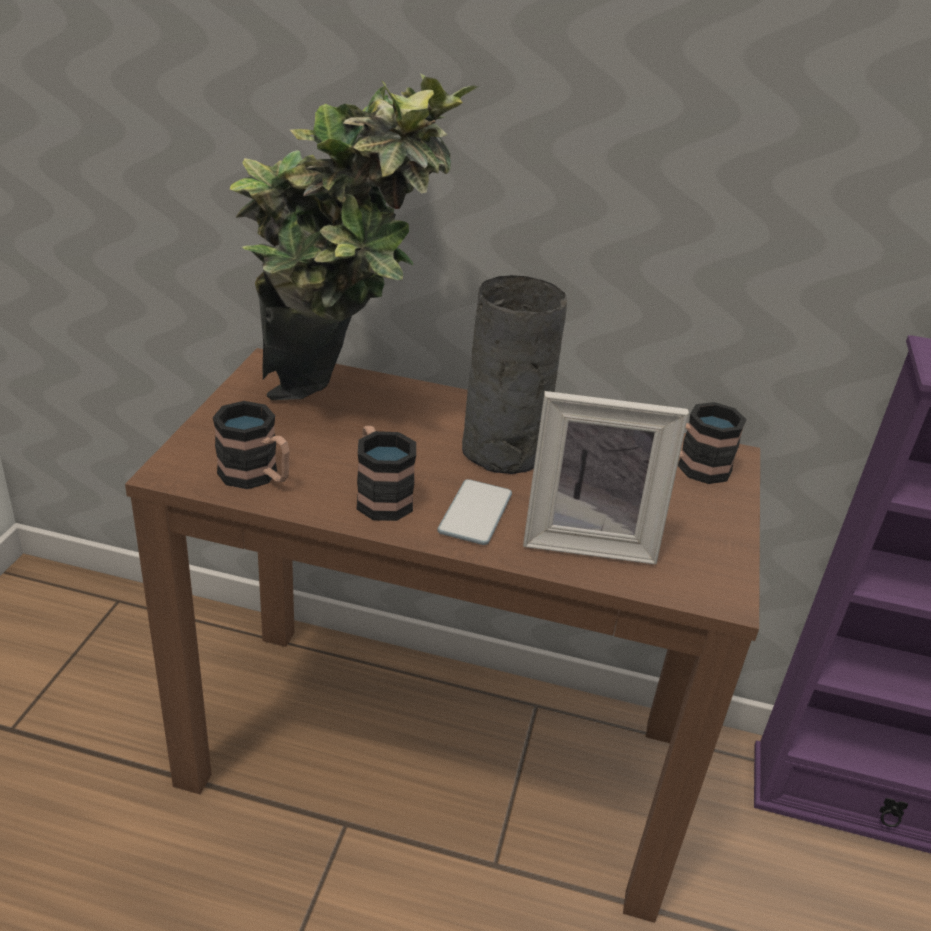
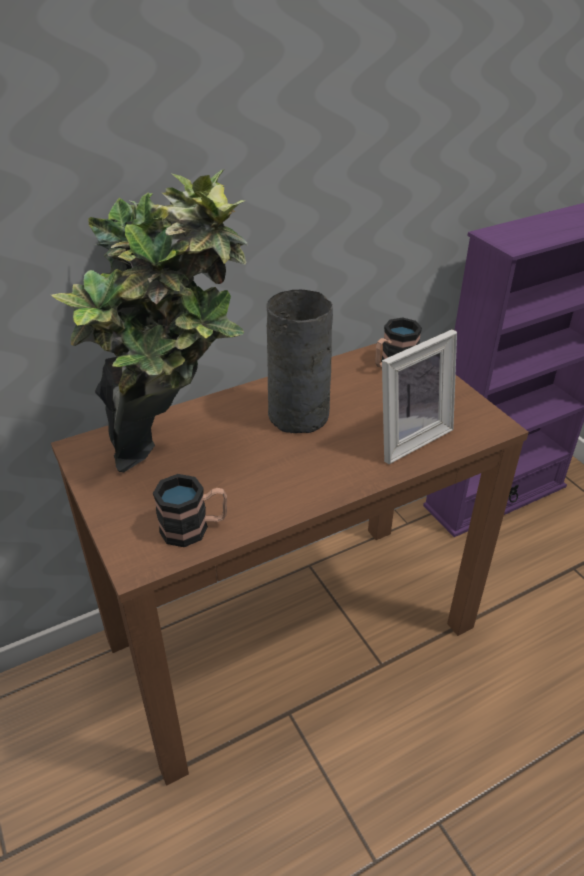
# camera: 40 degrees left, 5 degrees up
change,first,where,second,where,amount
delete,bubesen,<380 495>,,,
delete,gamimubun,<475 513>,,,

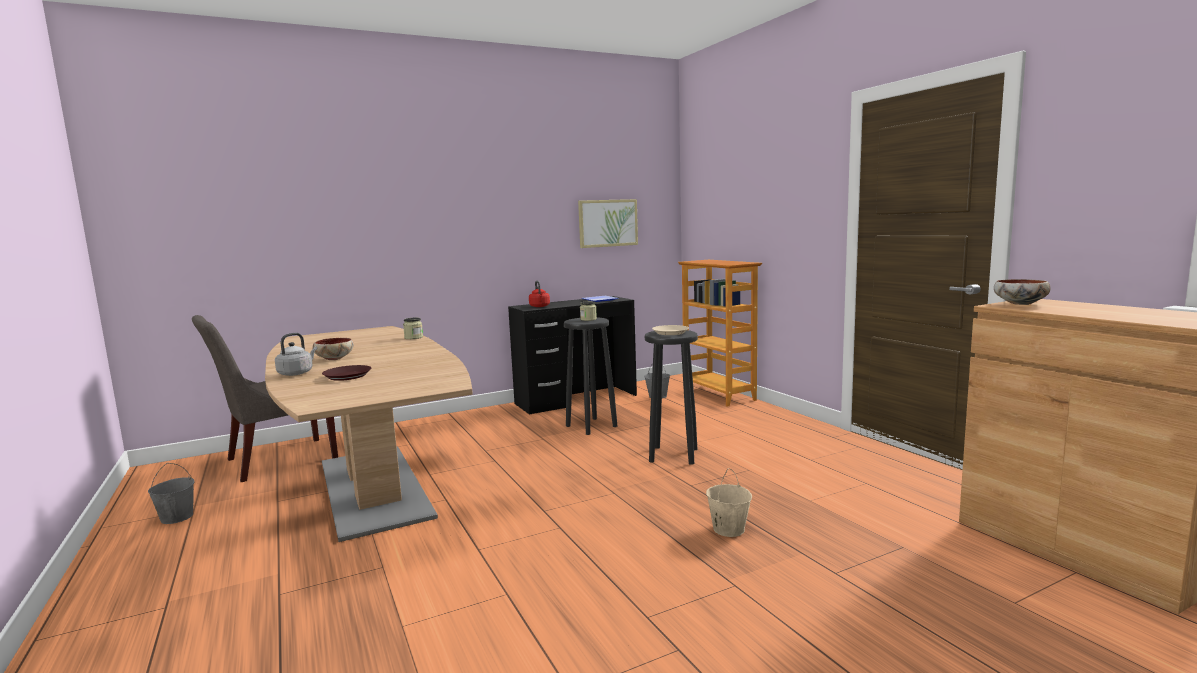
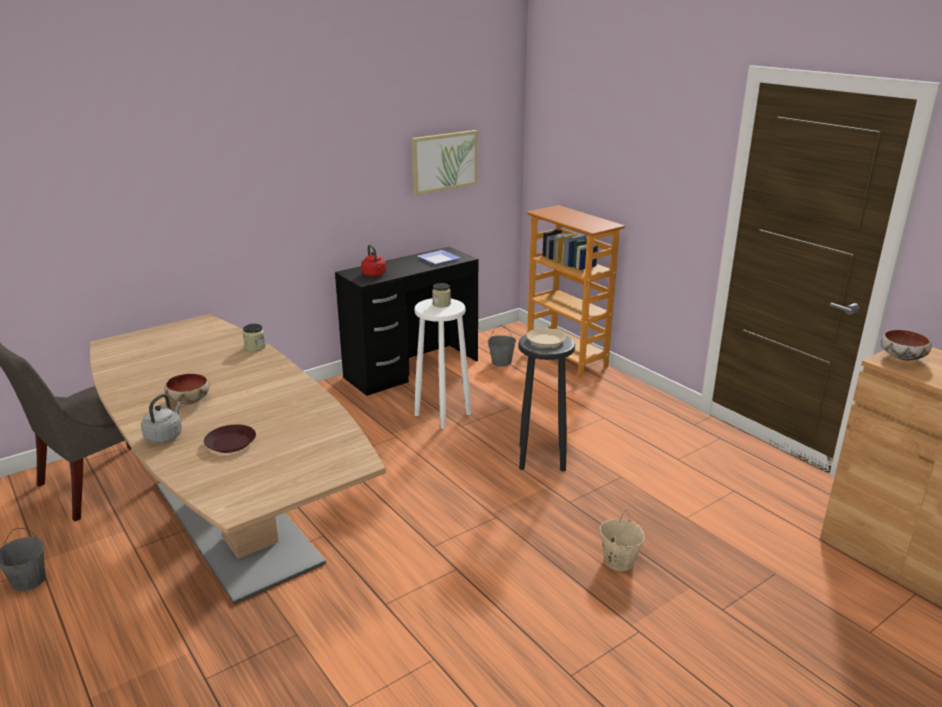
# camera: 10 degrees left, 15 degrees up
change,first,where,second,where,amount
recolor,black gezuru,<590 426>,white gezuru,<442 414>,

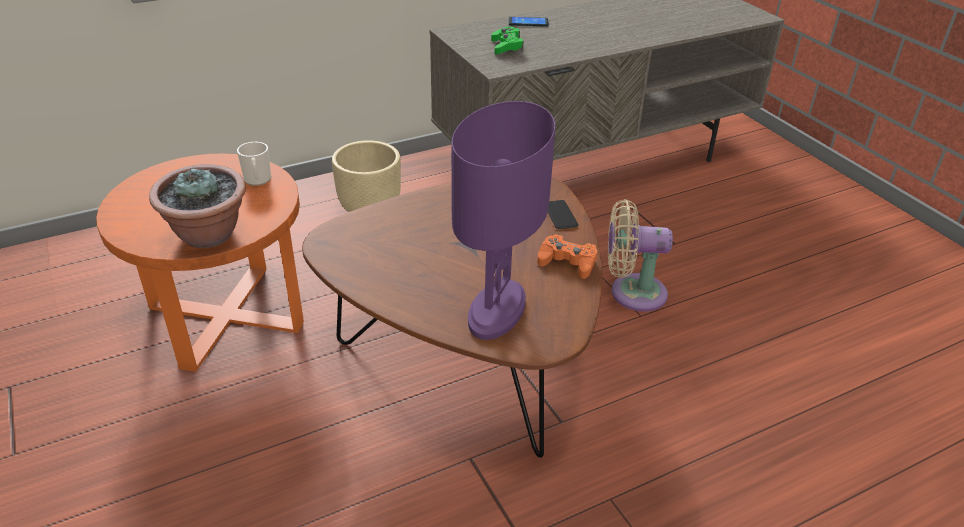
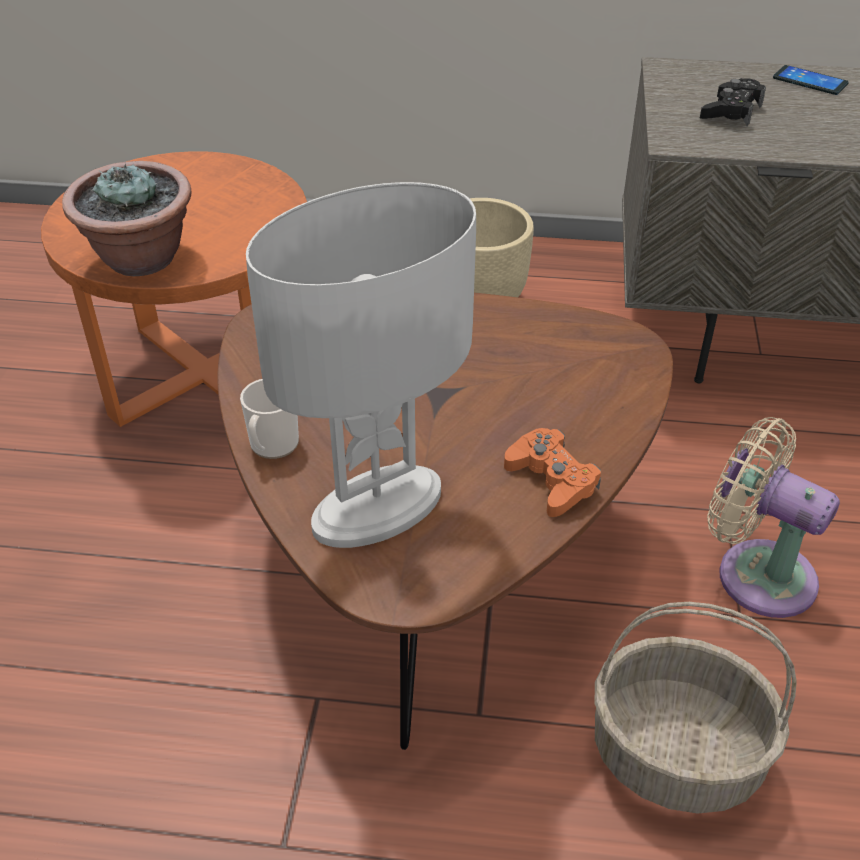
# camera: 35 degrees right, 5 degrees up
change,first,where,second,where,amount
move,bubesen,<257 180>,,<271 446>,
recolor,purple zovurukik,<496 310>,white zovurukik,<377 507>,
recolor,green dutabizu,<506 47>,black dutabizu,<731 111>,
delete,gamimubun,<560 215>,,,
insert,,,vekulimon,<677 754>,

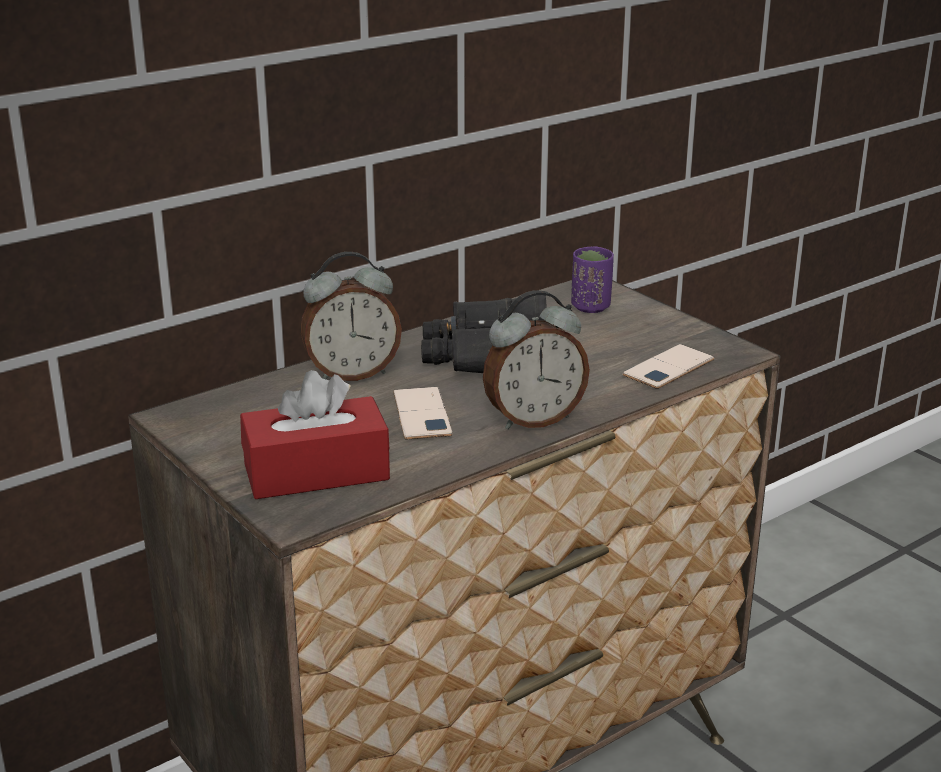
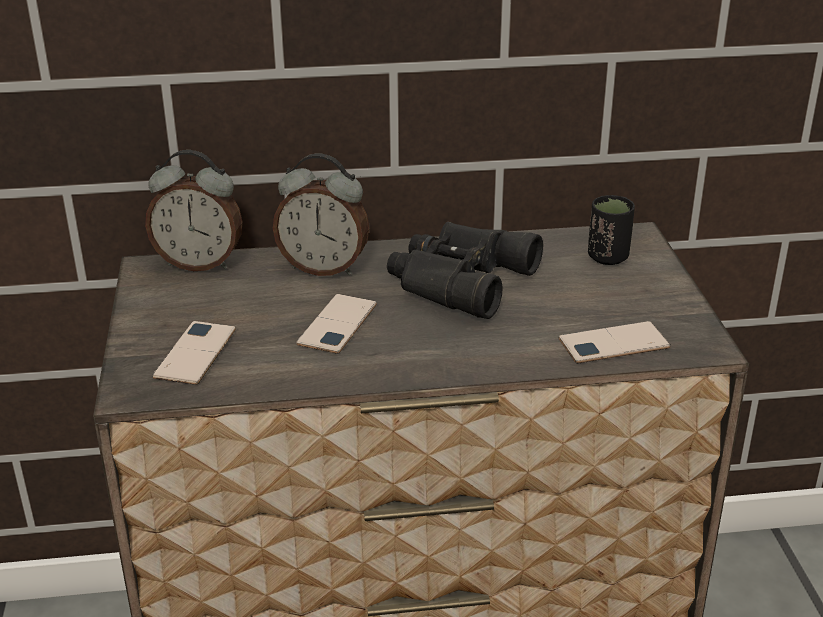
# camera: 30 degrees right, 5 degrees up
change,first,where,second,where,amount
replace,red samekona,<316 472>,gamimubun,<195 353>,
move,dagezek,<533 419>,,<200 263>,
recolor,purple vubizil,<590 307>,black vubizil,<608 257>,

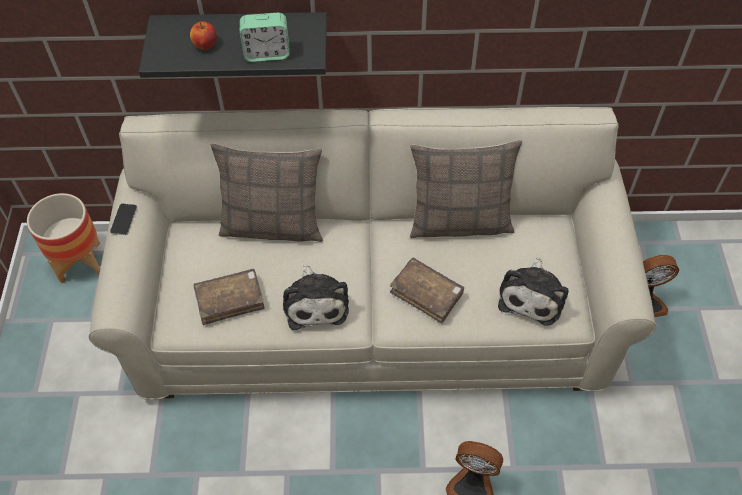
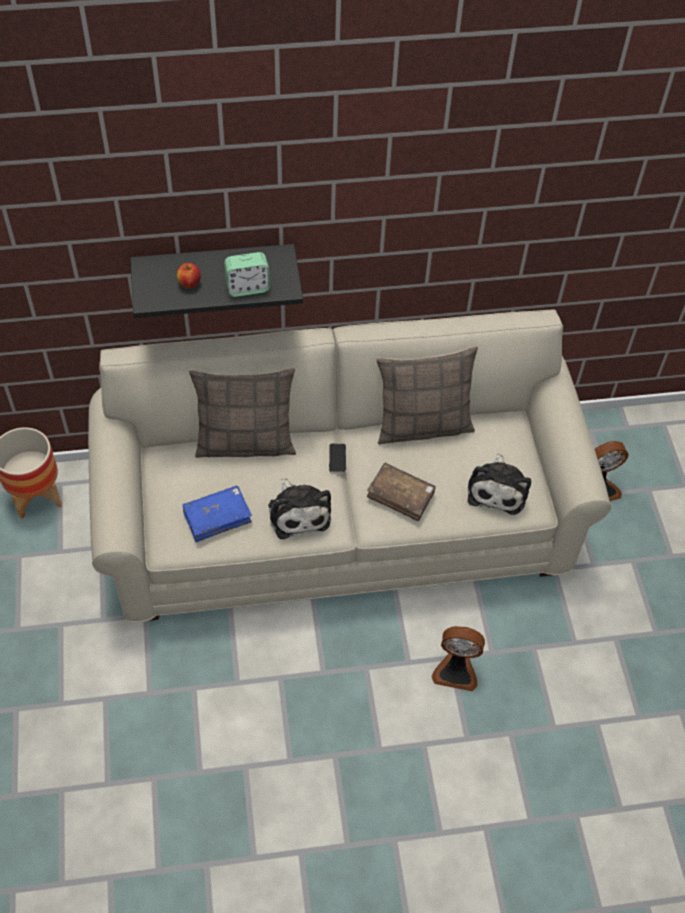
# camera: 10 degrees left, 0 degrees up
change,first,where,second,where,amount
move,gamimubun,<124 219>,,<337 458>,
recolor,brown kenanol,<230 300>,blue kenanol,<217 517>,

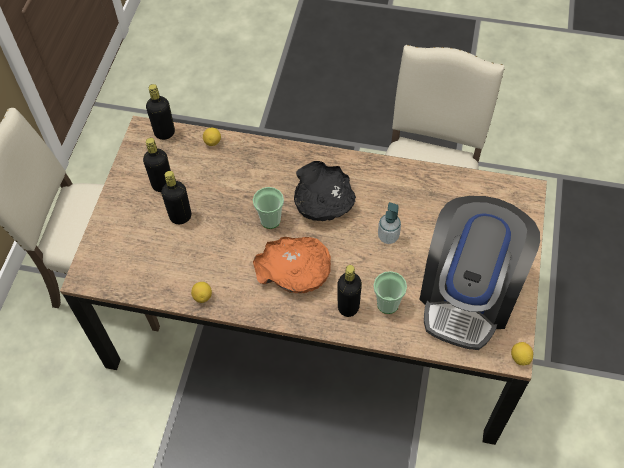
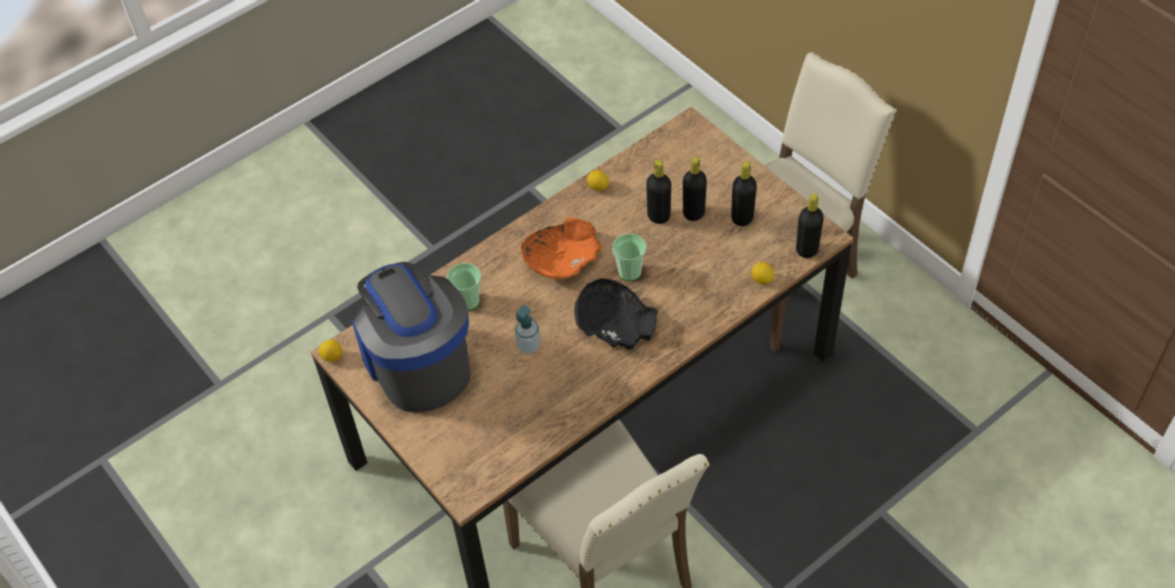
# camera: 130 degrees right, 5 degrees down
change,first,where,second,where,amount
move,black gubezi,<348 307>,,<658 216>,

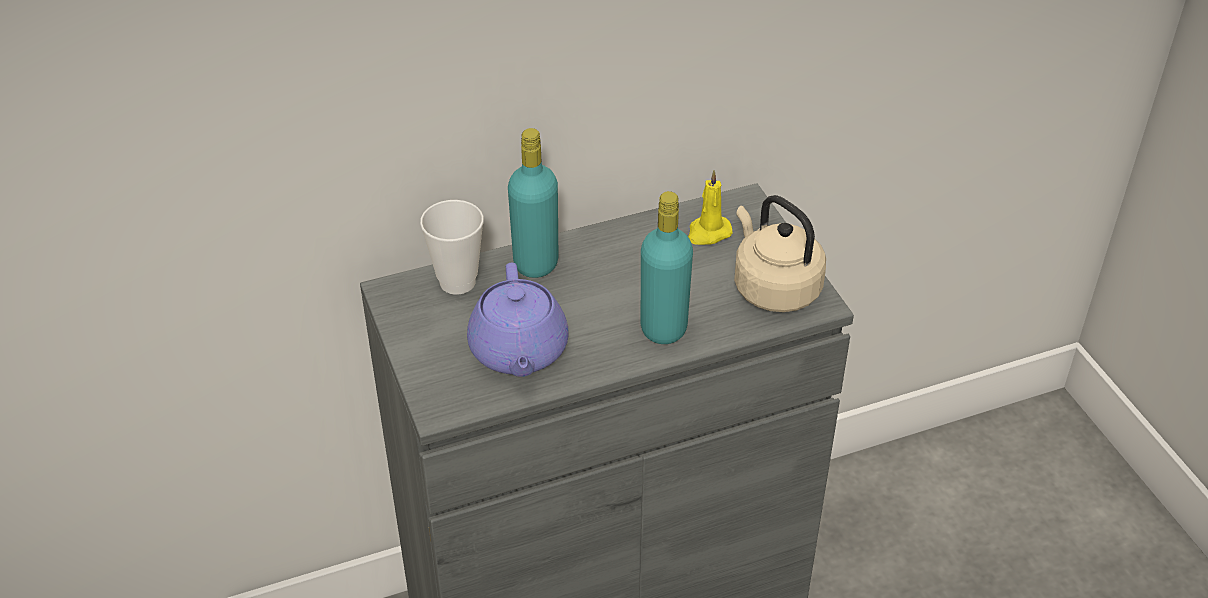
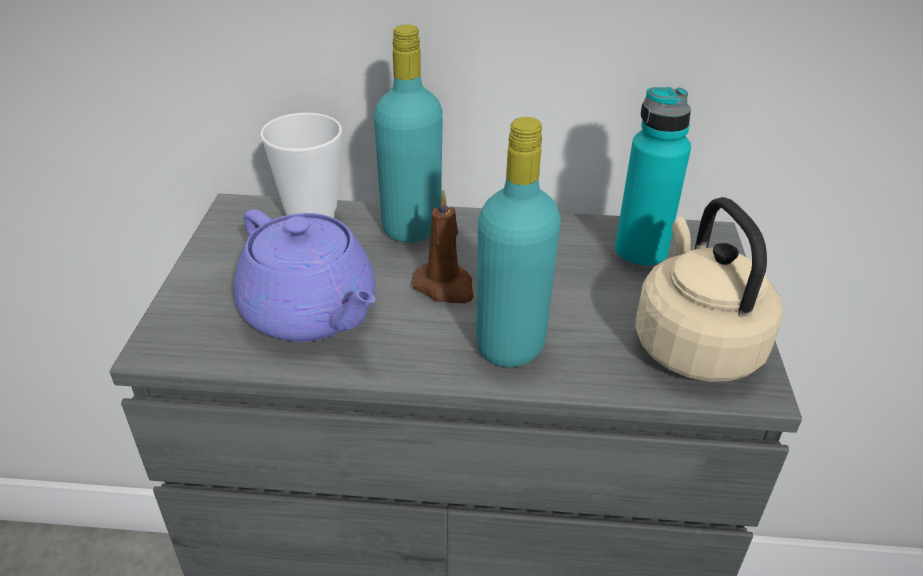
# camera: 25 degrees right, 5 degrees down
change,first,where,second,where,amount
rotate,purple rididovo,<518 352>,,<311 313>,60 degrees counterclockwise
replace,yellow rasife,<708 233>,turquoise gubezi,<640 255>,
insert,,,brown rasife,<445 286>,

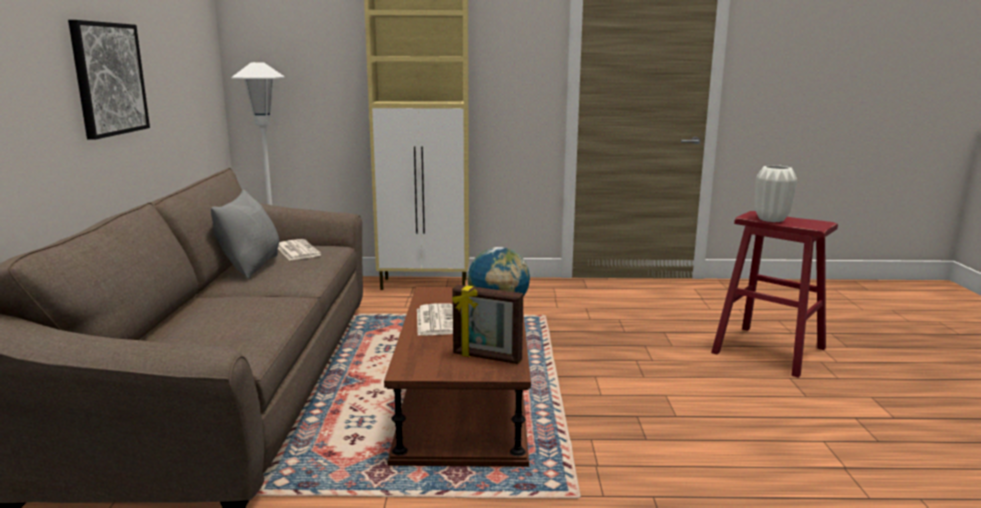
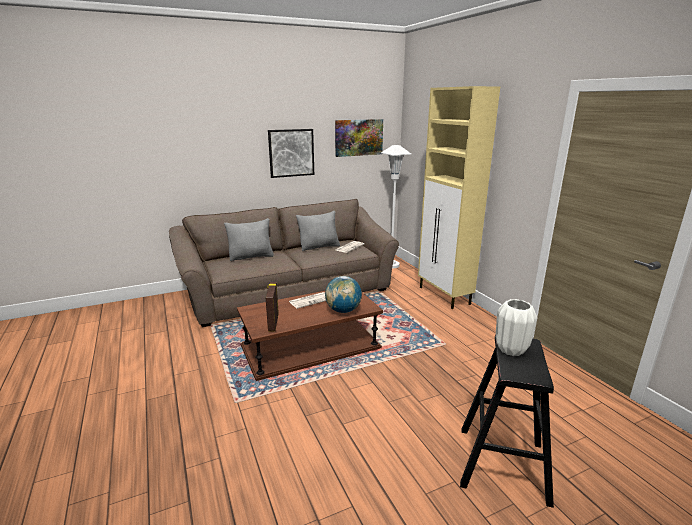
# camera: 65 degrees right, 5 degrees up
change,first,where,second,where,amount
recolor,red gezuru,<769 350>,black gezuru,<502 464>,
insert,,,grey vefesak,<251 256>,
insert,,,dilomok,<358 137>,

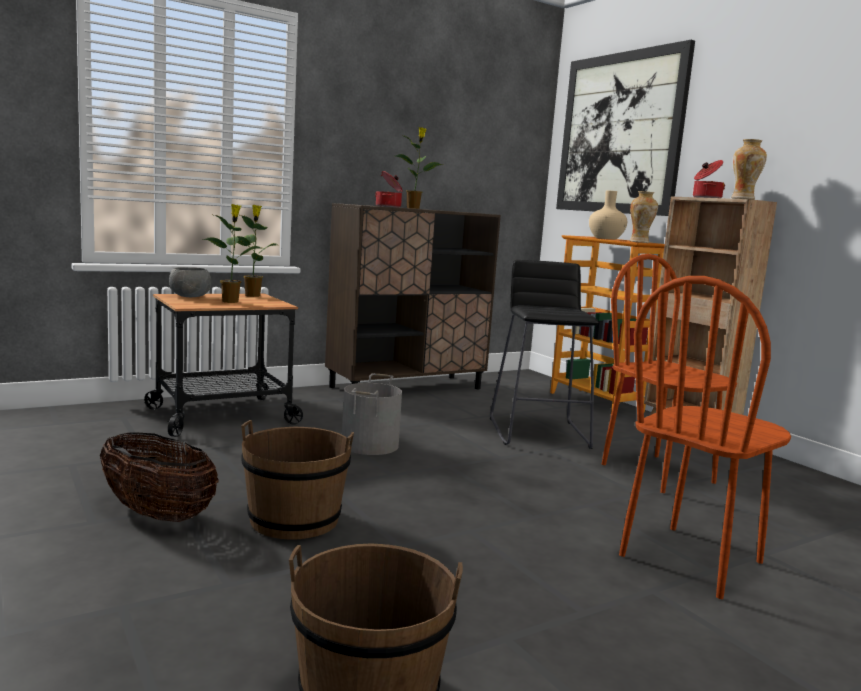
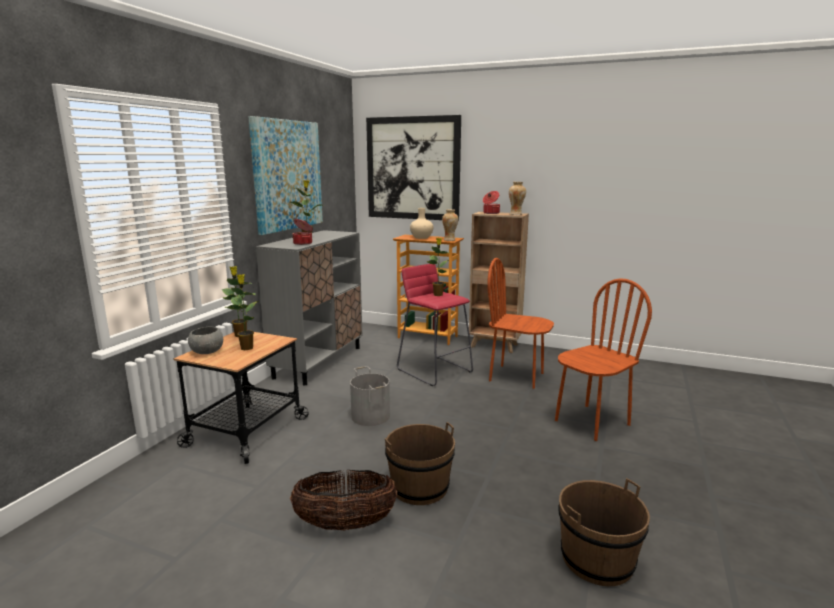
# camera: 35 degrees left, 5 degrees up
change,first,where,second,where,amount
recolor,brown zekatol,<407 388>,grey zekatol,<319 362>,
recolor,black gezuru,<539 432>,red gezuru,<434 370>,
rotate,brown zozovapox,<692 559>,,<591 422>,135 degrees counterclockwise
insert,,,dilomok,<288 175>,
insert,,,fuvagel,<438 294>,

